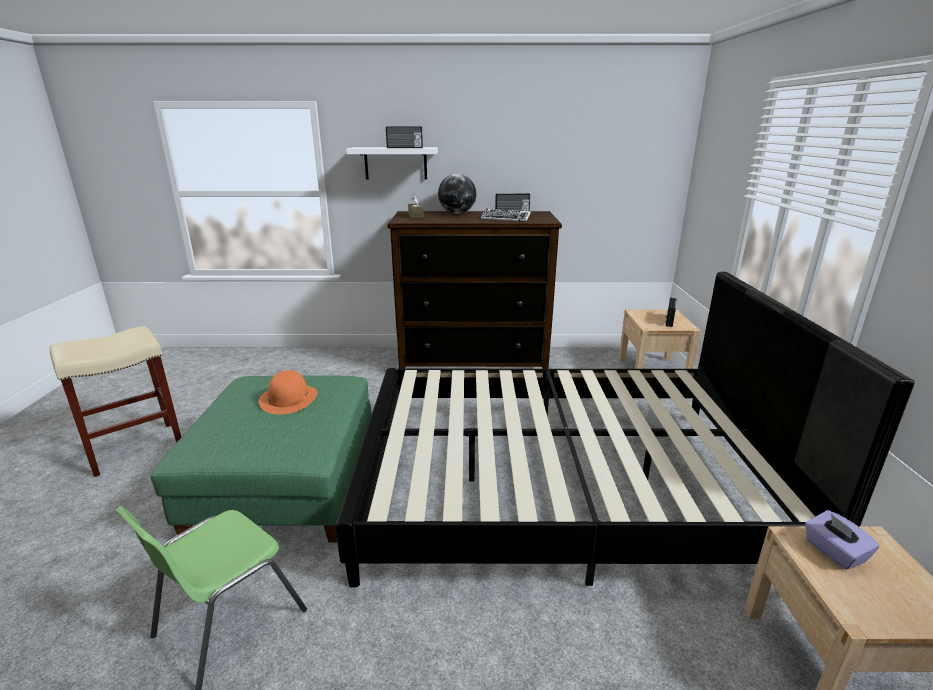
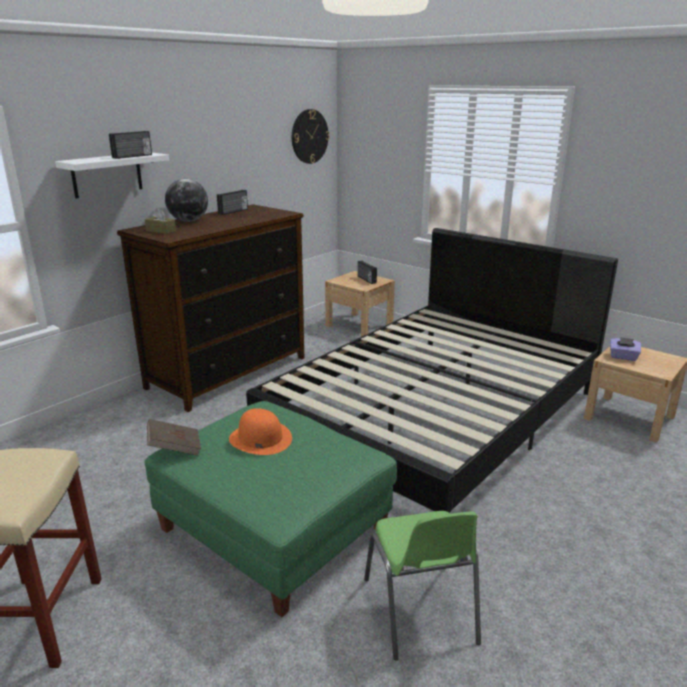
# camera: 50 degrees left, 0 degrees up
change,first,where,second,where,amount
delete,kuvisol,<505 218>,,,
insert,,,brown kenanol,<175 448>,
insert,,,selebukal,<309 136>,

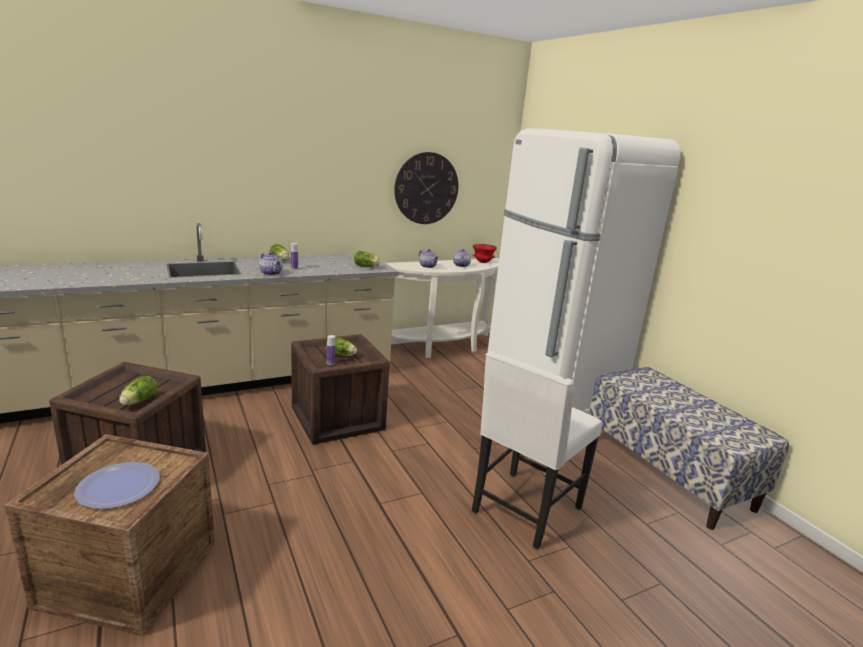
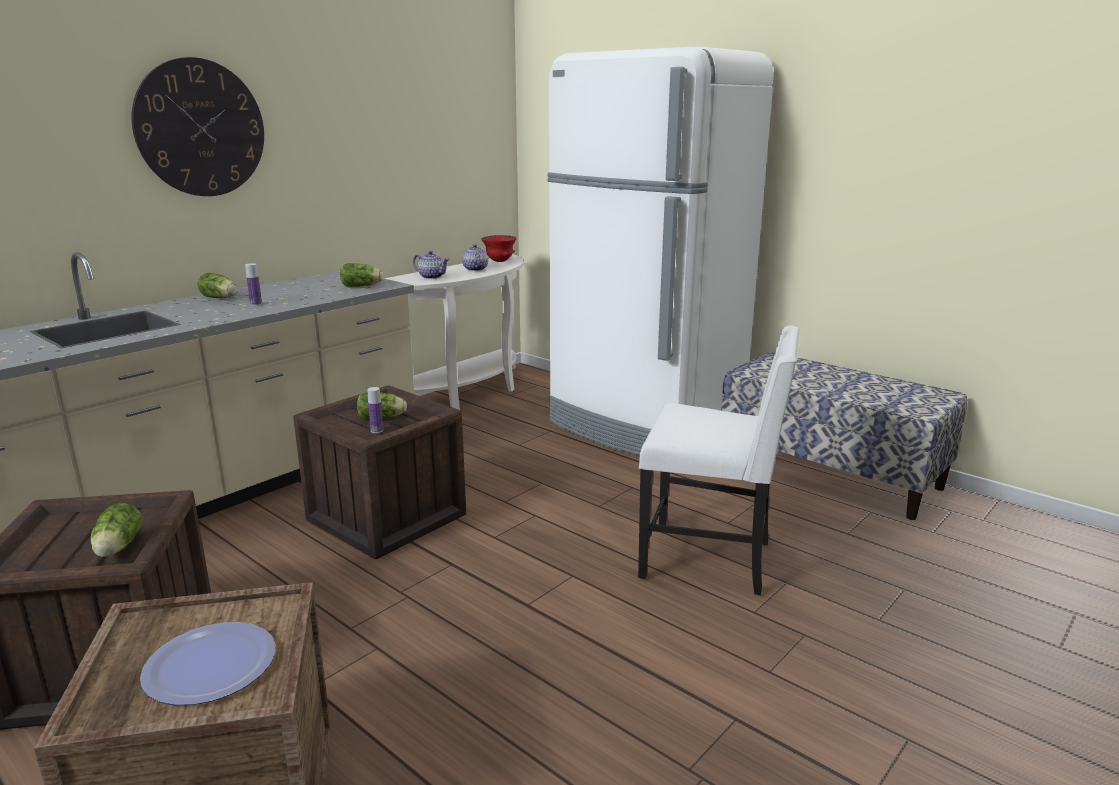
# camera: 20 degrees left, 0 degrees up
change,first,where,second,where,amount
delete,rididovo,<271 273>,,,
move,selebukal,<426 188>,,<200 128>,
rotate,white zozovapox,<524 510>,,<709 559>,90 degrees counterclockwise

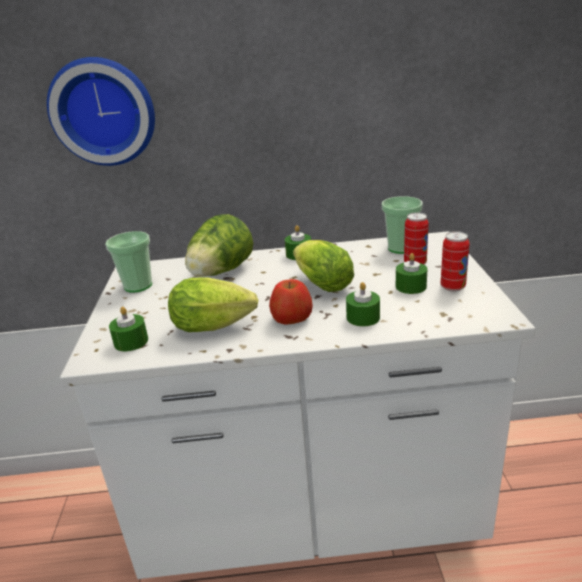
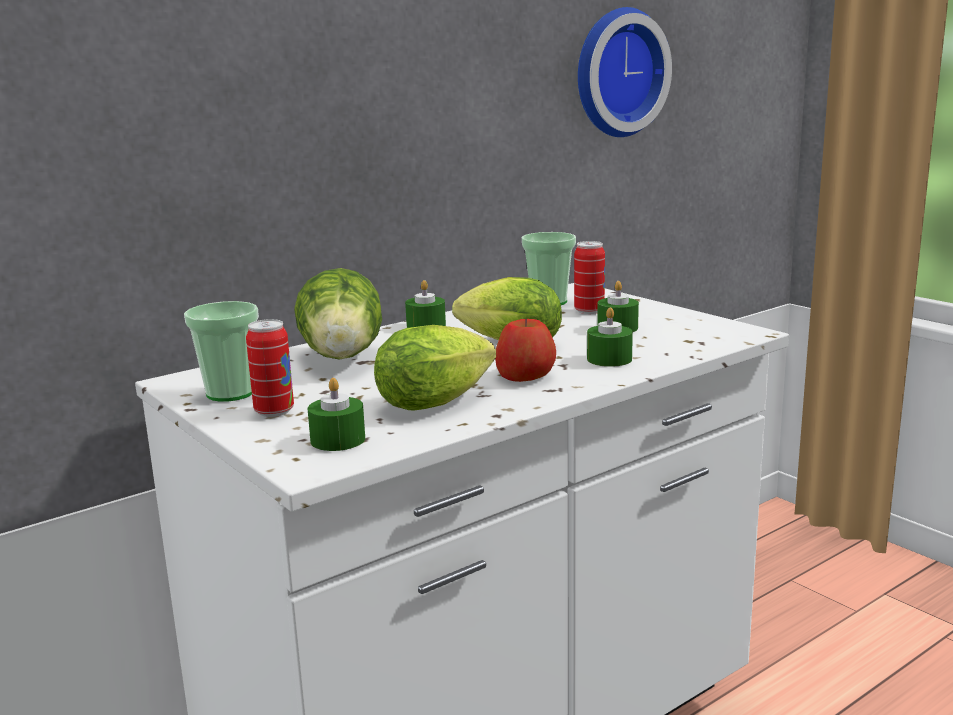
# camera: 35 degrees left, 10 degrees down
change,first,where,second,where,amount
move,selebukal,<104 111>,,<616 73>,
move,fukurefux,<452 287>,,<274 411>,

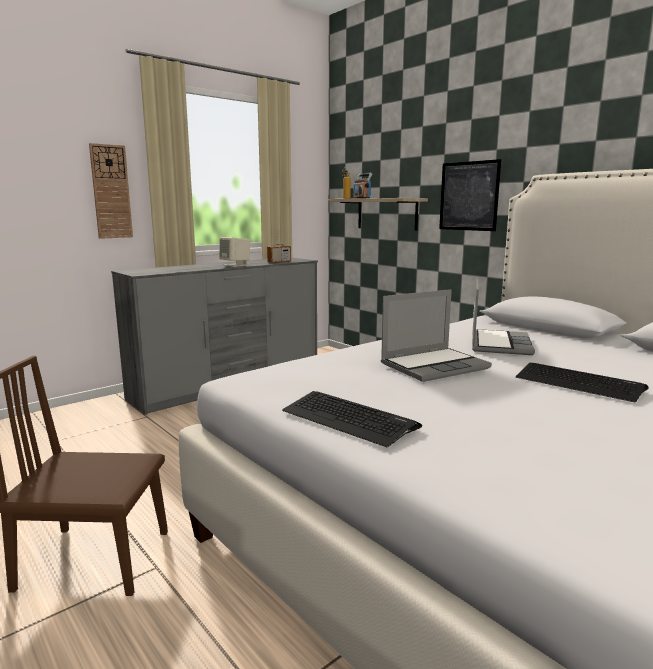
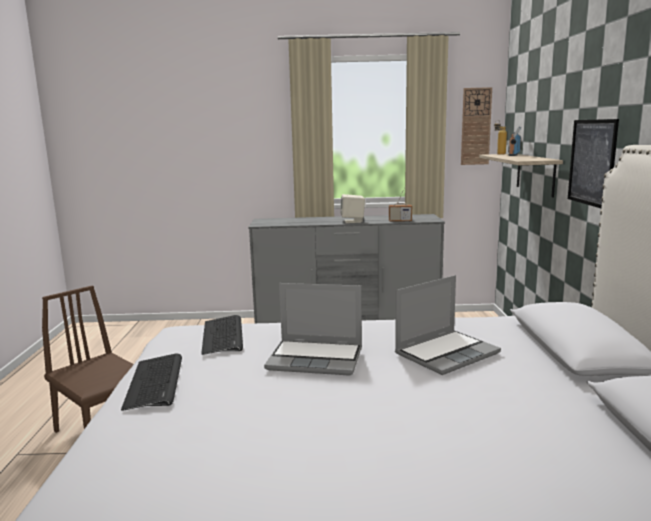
# camera: 40 degrees right, 0 degrees up
change,first,where,second,where,amount
move,selebukal,<111 192>,,<475 126>,
move,kuvisol,<578 383>,,<223 336>,

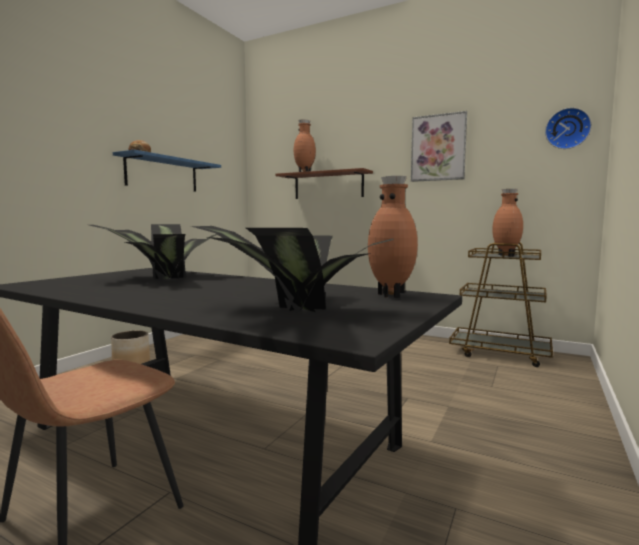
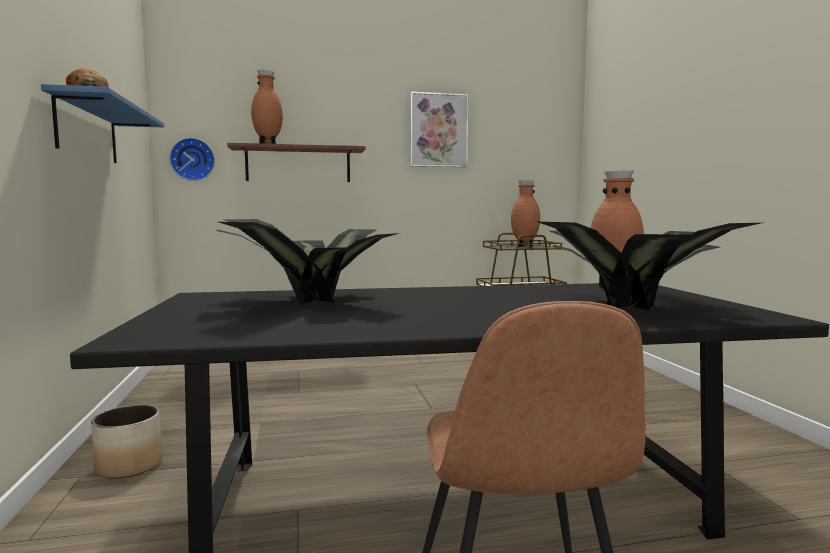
# camera: 40 degrees left, 0 degrees up
change,first,where,second,where,amount
move,selebukal,<567 129>,,<193 159>,

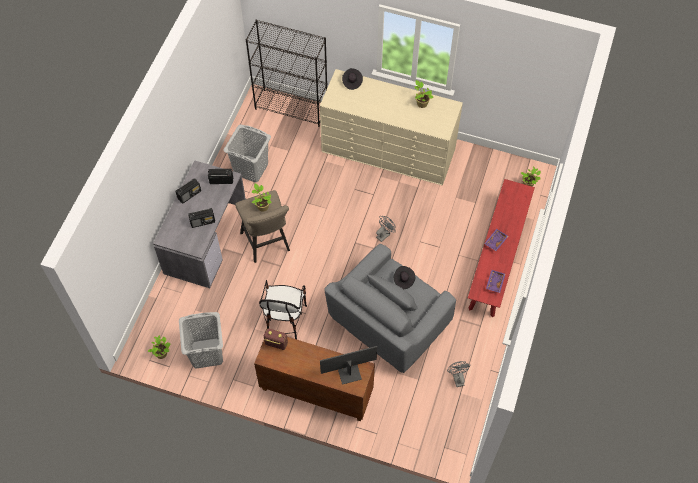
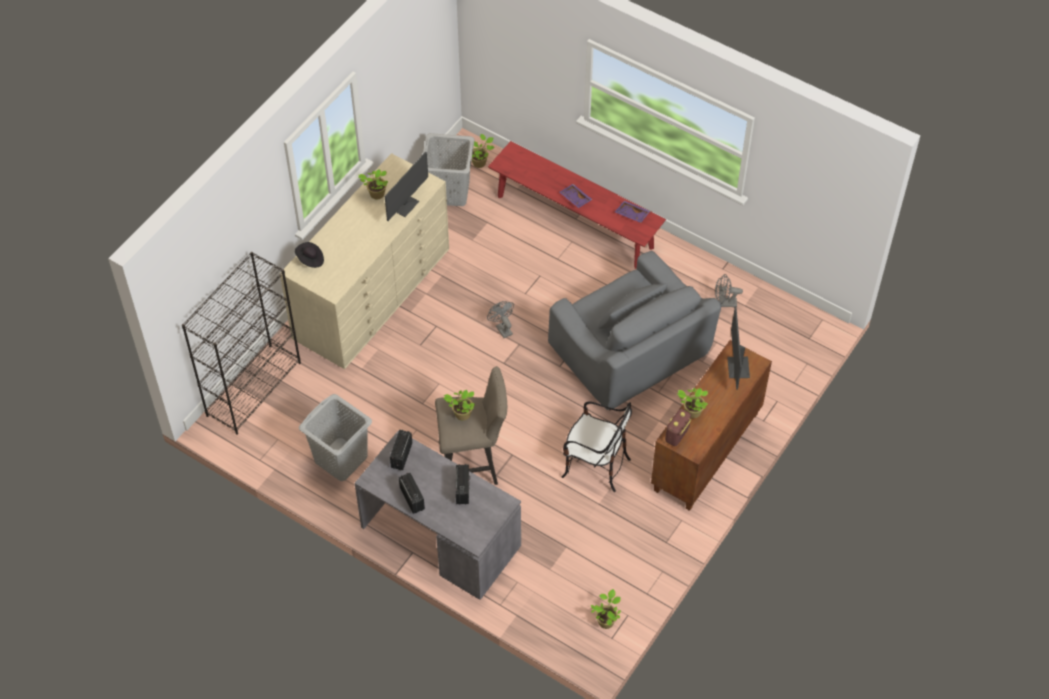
# camera: 75 degrees left, 5 degrees down
change,first,where,second,where,amount
move,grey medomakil,<207 353>,,<449 191>,
delete,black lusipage,<403 280>,,,
insert,,,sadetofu,<405 205>,
insert,,,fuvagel,<691 412>,

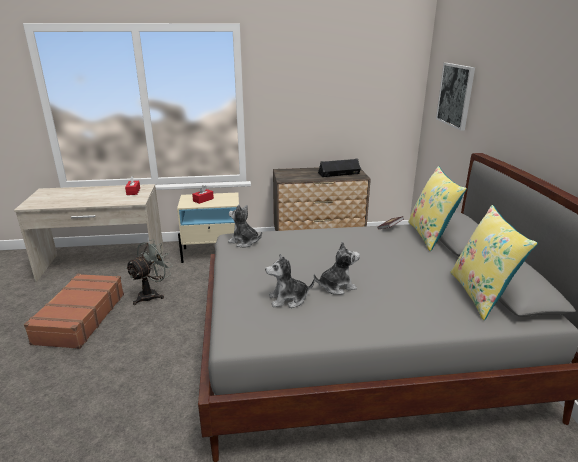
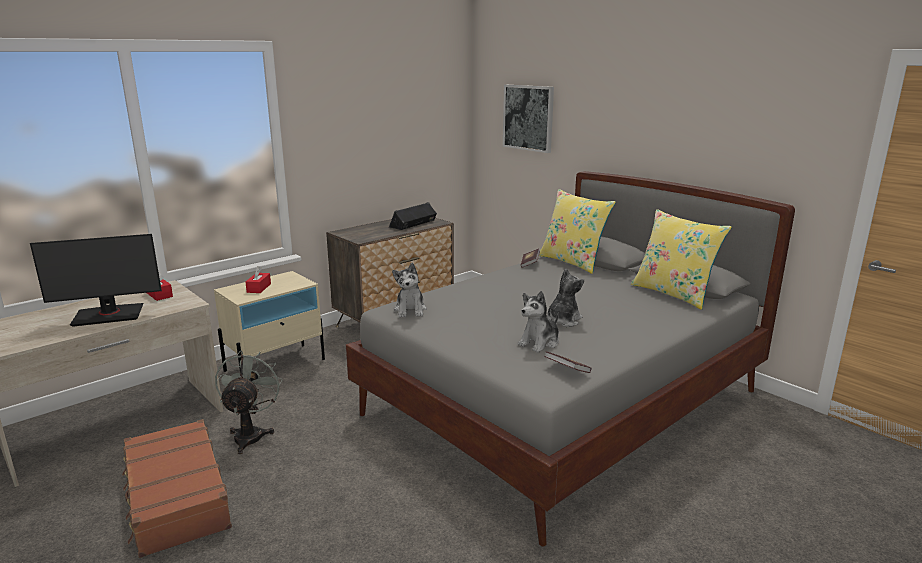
# camera: 35 degrees left, 5 degrees down
change,first,where,second,where,amount
rotate,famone,<244 242>,,<410 310>,90 degrees counterclockwise
insert,,,sadetofu,<109 315>,
insert,,,kenanol,<567 370>,

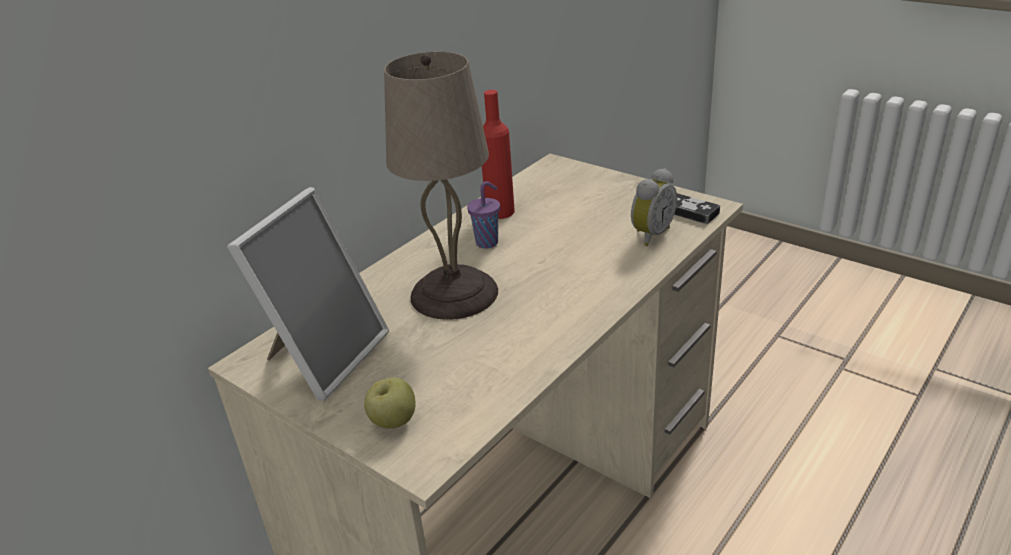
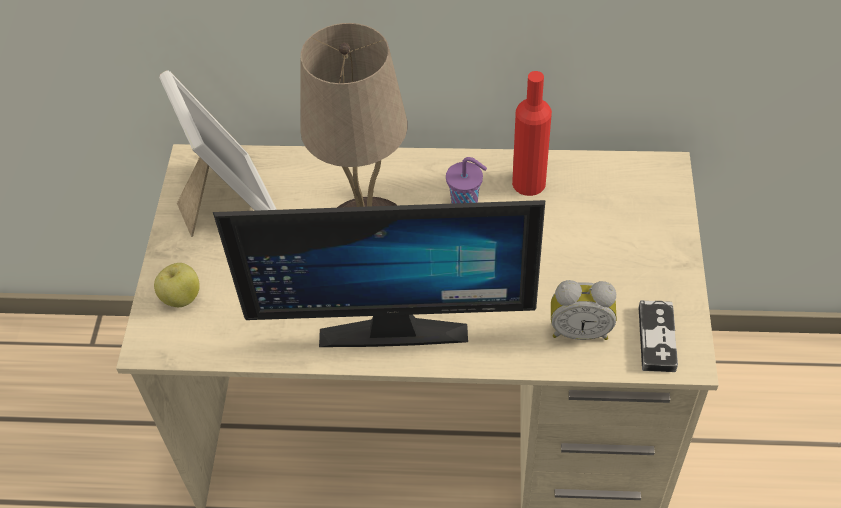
# camera: 55 degrees right, 20 degrees up
change,first,where,second,where,amount
rotate,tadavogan,<324 356>,,<228 203>,105 degrees counterclockwise
insert,,,sadetofu,<393 320>,

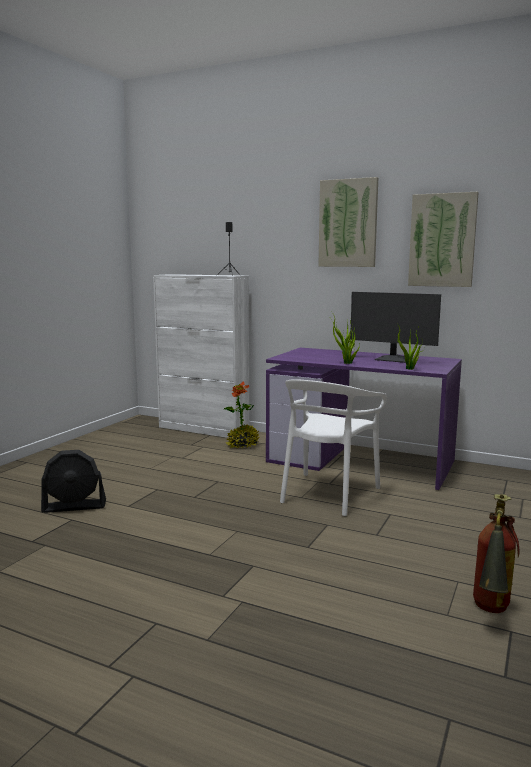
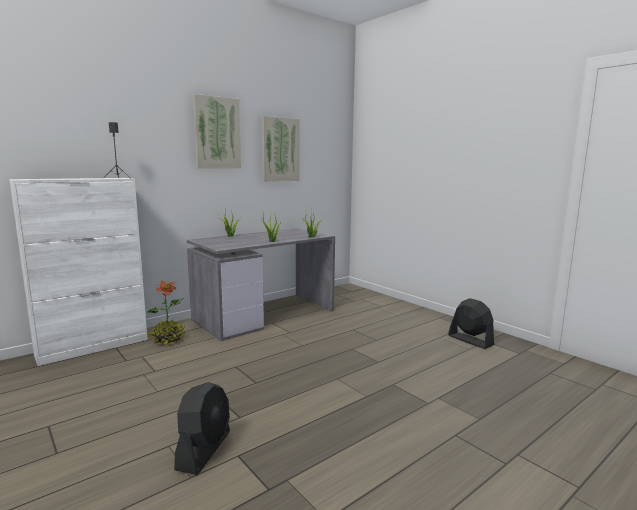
# camera: 65 degrees left, 0 degrees up
change,first,where,second,where,amount
recolor,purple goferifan,<361 461>,grey goferifan,<265 314>,
delete,white zozovapox,<328 494>,,,
delete,sadetofu,<393 359>,,,
replace,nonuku,<490 613>,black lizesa,<470 340>,

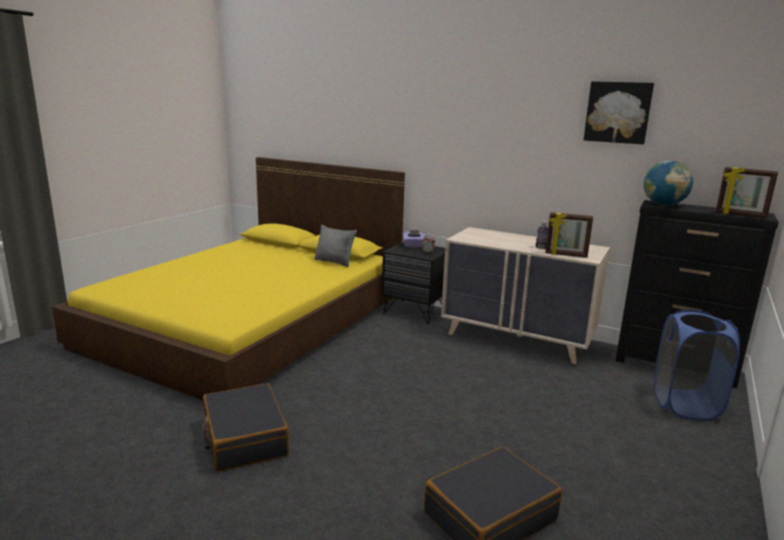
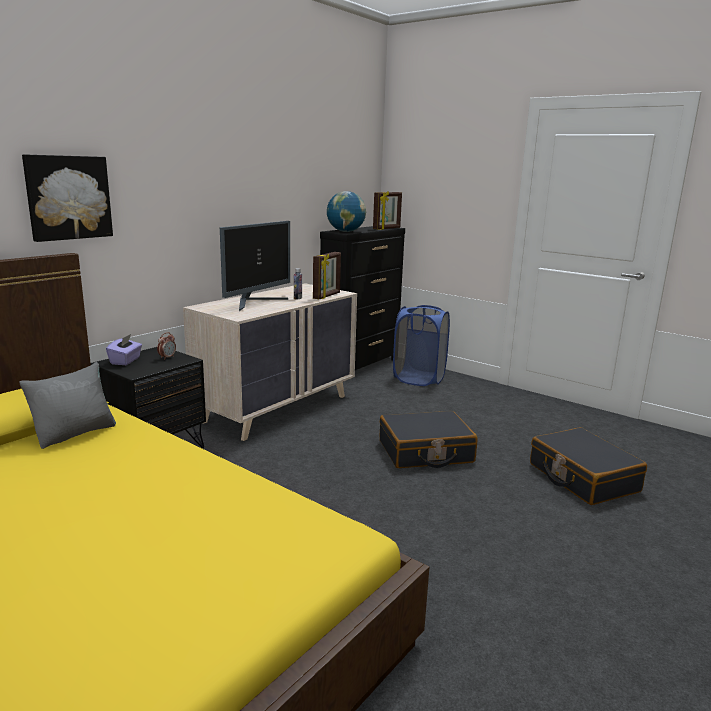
# camera: 80 degrees left, 0 degrees up
change,first,where,second,where,amount
move,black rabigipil,<244 438>,,<425 452>,
move,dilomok,<618 112>,,<68 197>,
insert,,,sadetofu,<256 302>,

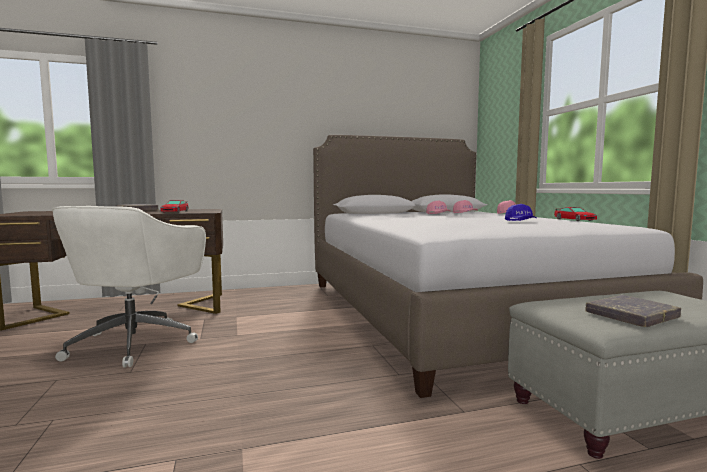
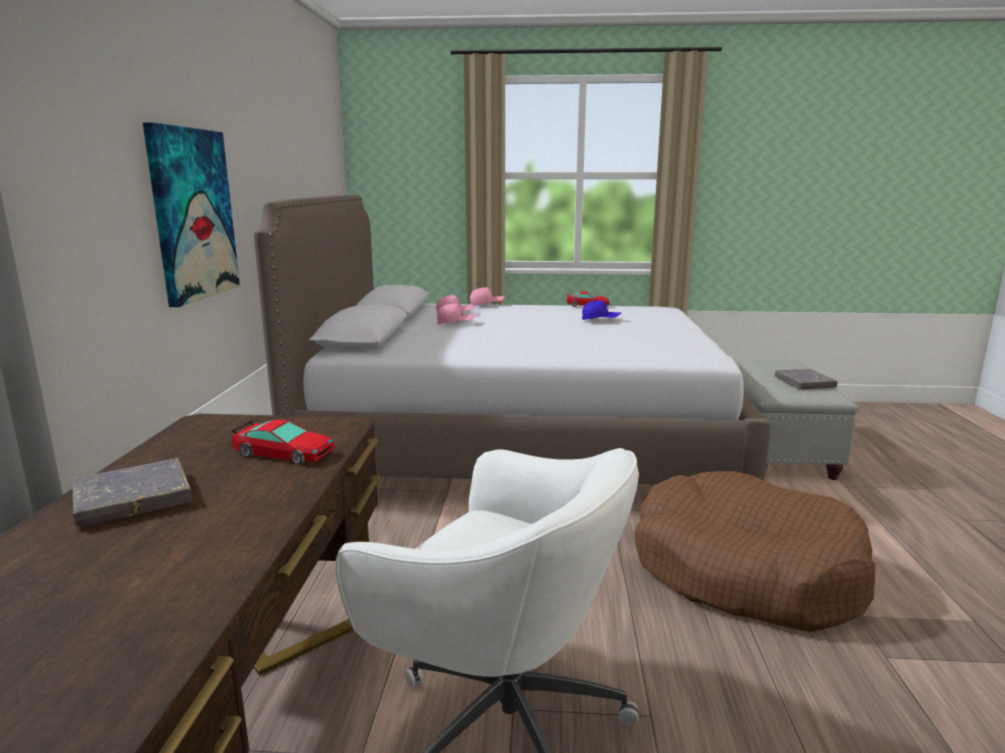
# camera: 70 degrees left, 10 degrees up
change,first,where,second,where,amount
insert,,,dilomok,<192 214>,
insert,,,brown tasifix,<745 571>,

